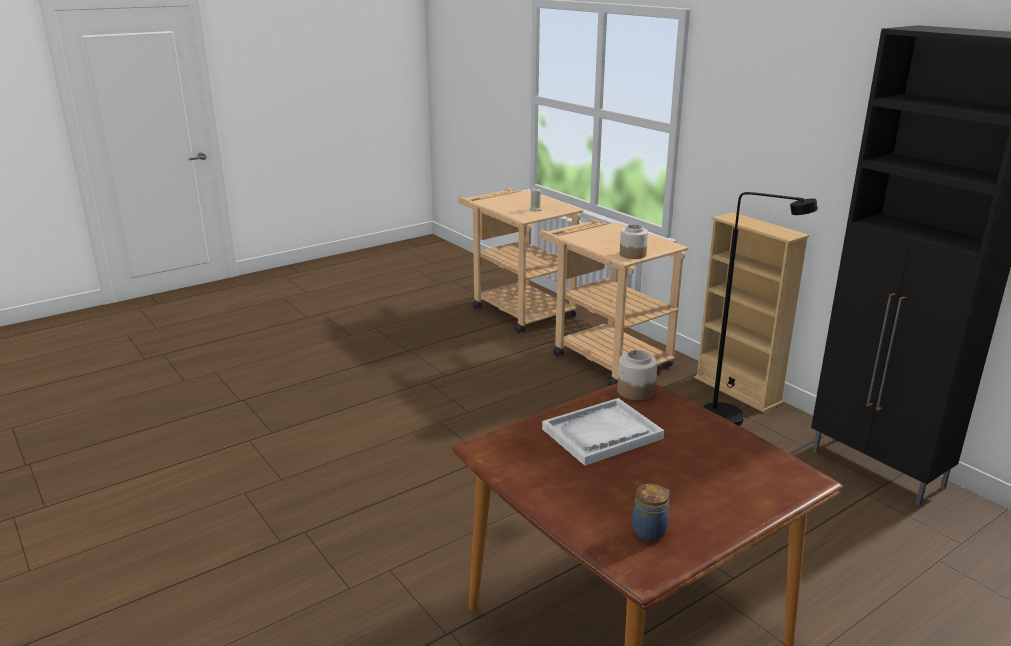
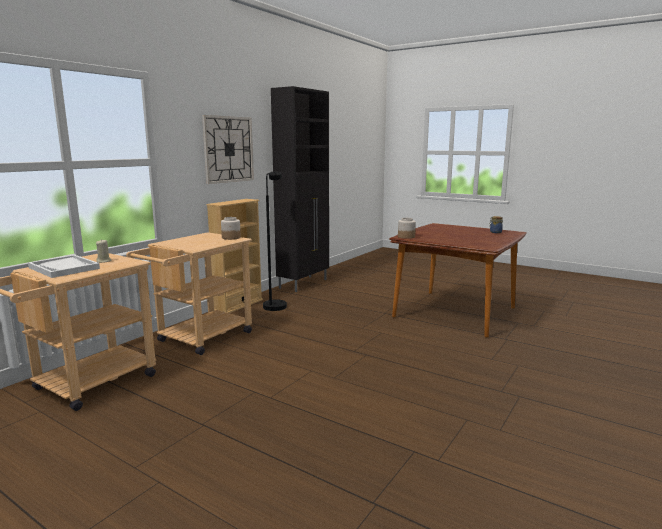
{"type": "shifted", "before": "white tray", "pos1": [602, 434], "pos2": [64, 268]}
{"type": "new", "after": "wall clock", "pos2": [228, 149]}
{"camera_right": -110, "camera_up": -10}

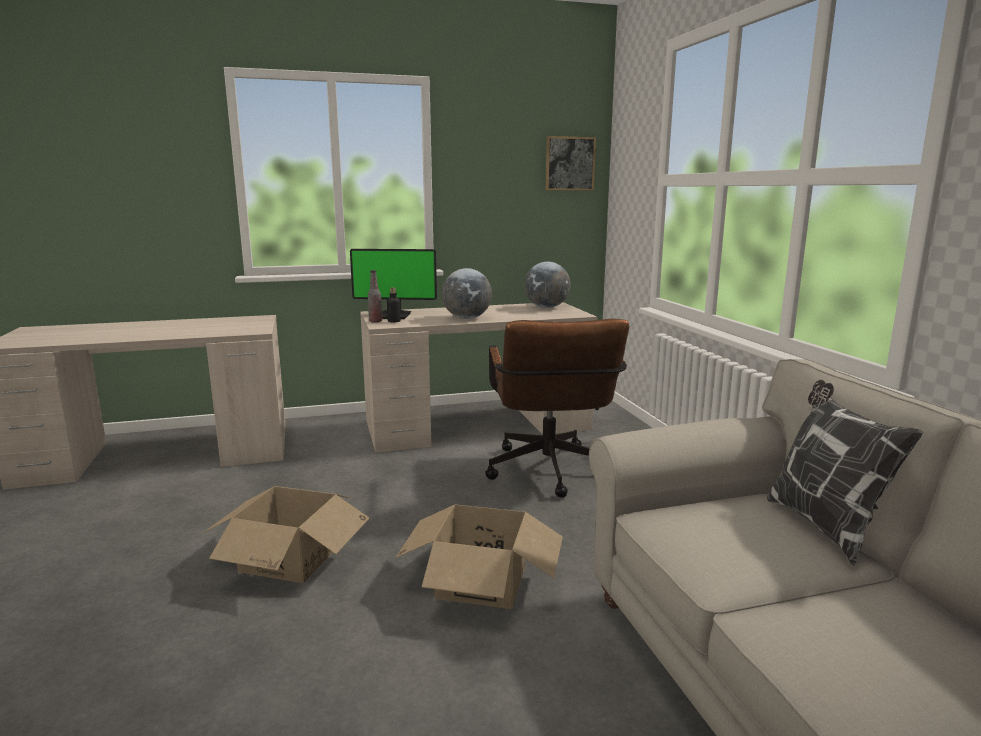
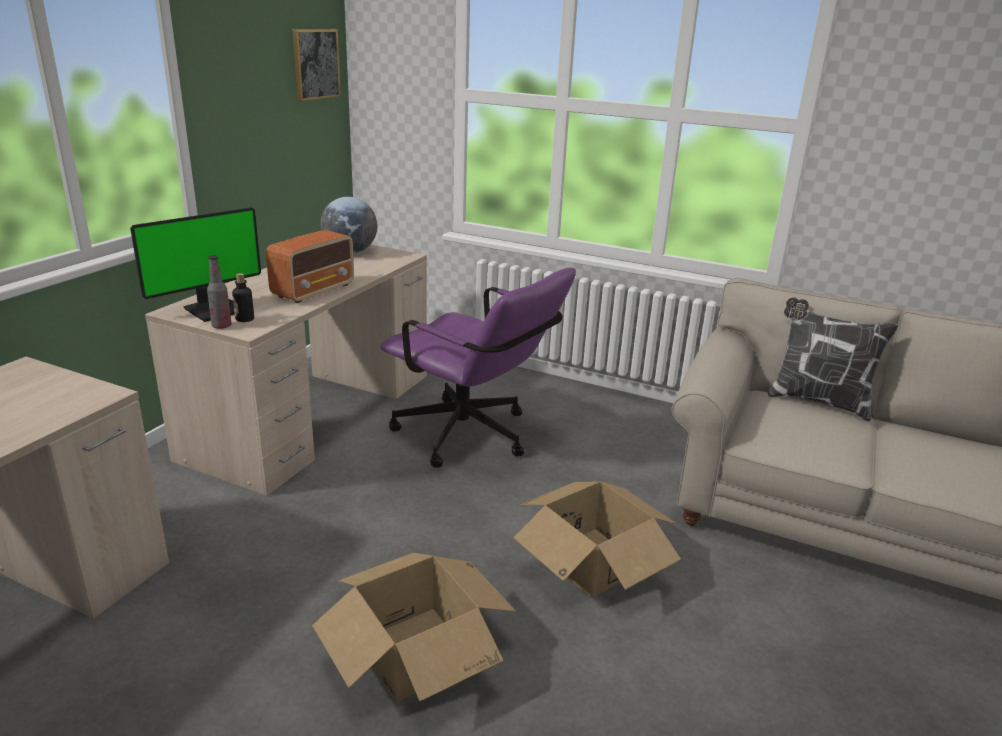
{"type": "swapped", "before": "globe", "after": "radio", "pos1": [467, 318], "pos2": [314, 290]}
{"type": "repainted", "before": "brown office chair", "after": "purple office chair", "pos1": [550, 474], "pos2": [472, 438]}
{"camera_right": -50, "camera_up": 10}

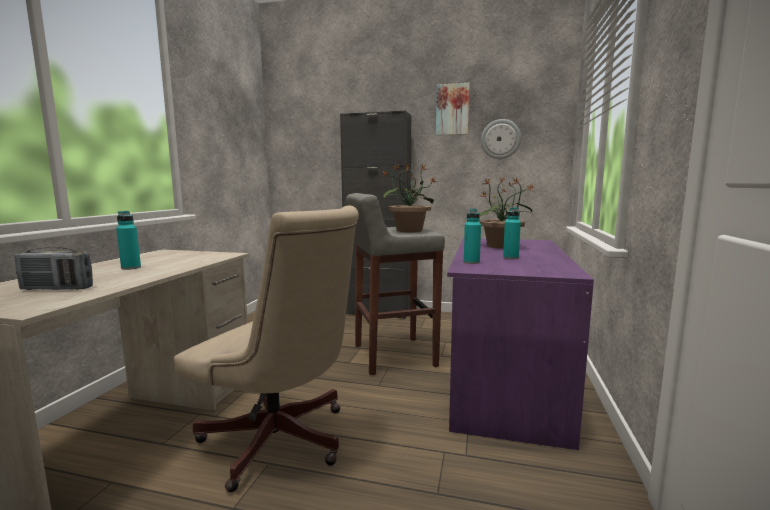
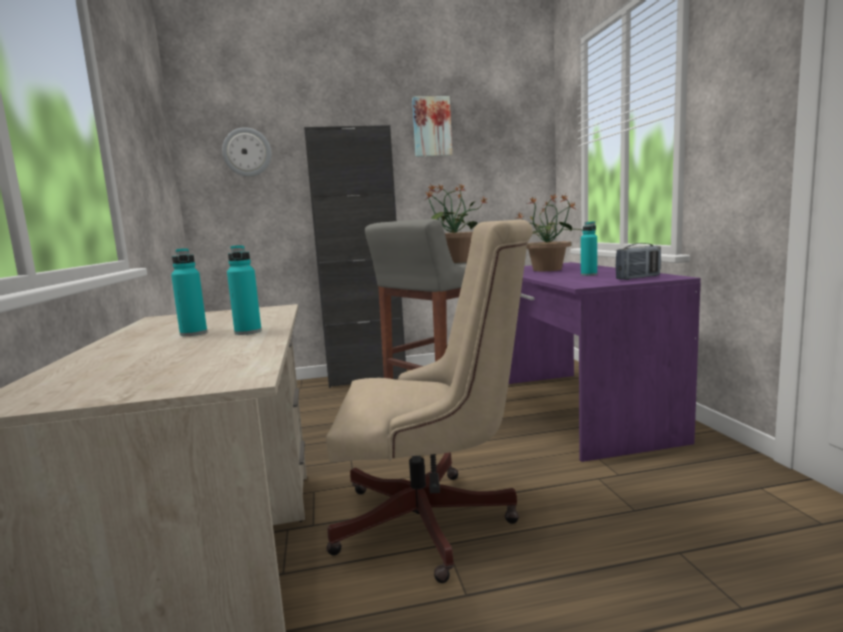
{"type": "shifted", "before": "wall clock", "pos1": [500, 139], "pos2": [247, 152]}
{"type": "shifted", "before": "turquoise bottle", "pos1": [471, 262], "pos2": [248, 332]}
{"type": "shifted", "before": "radio", "pos1": [57, 289], "pos2": [638, 278]}
{"camera_right": -25, "camera_up": 0}

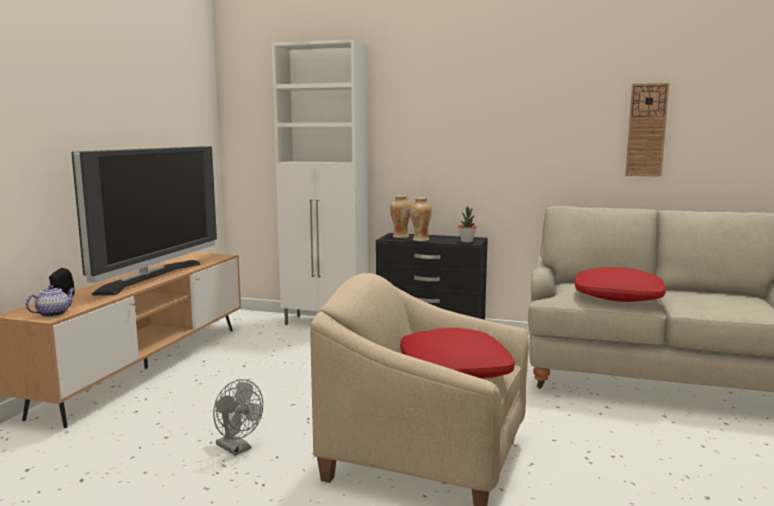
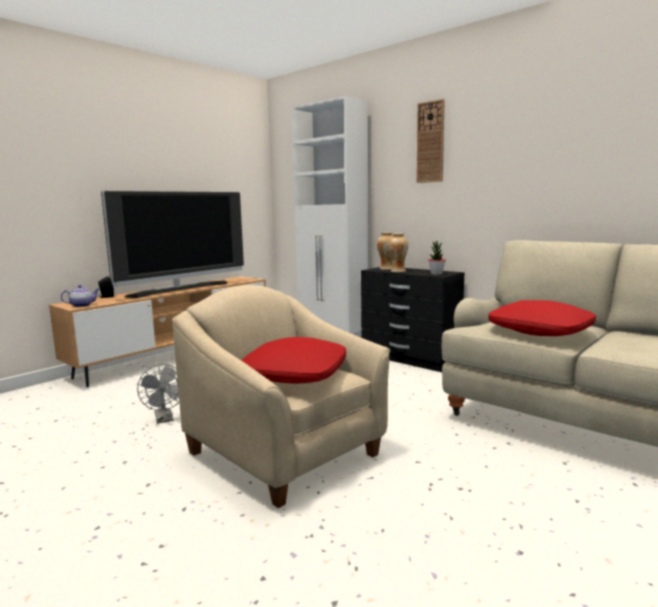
{"type": "shifted", "before": "wall clock", "pos1": [646, 130], "pos2": [430, 142]}
{"camera_right": 25, "camera_up": 0}

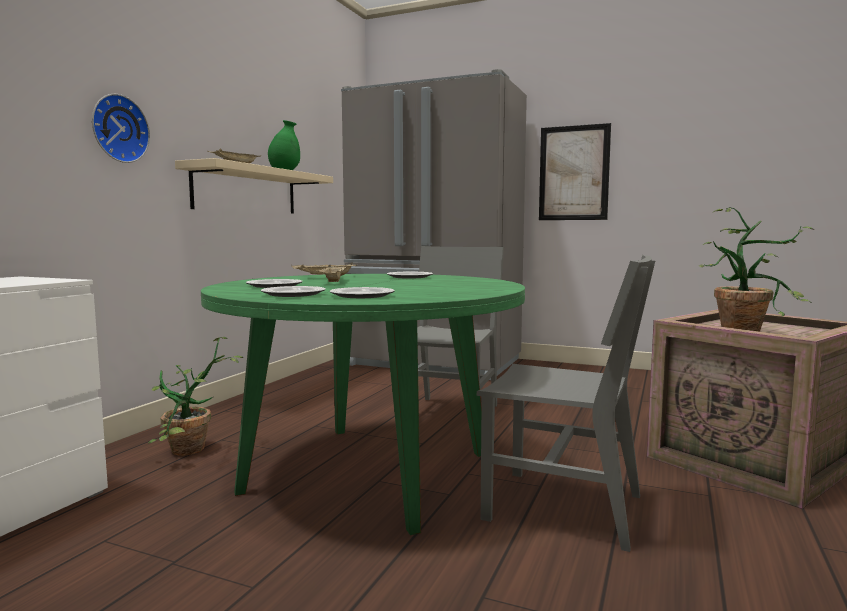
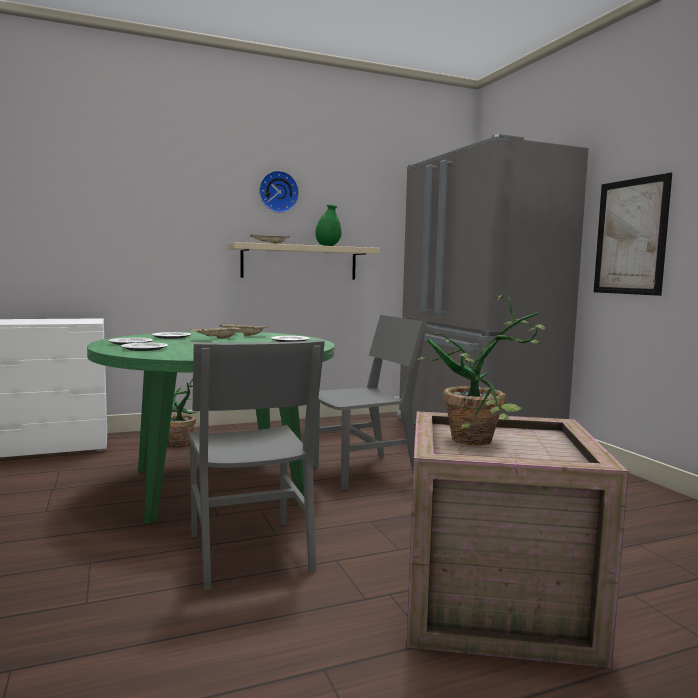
{"type": "shifted", "before": "wall clock", "pos1": [118, 129], "pos2": [278, 192]}
{"camera_right": 45, "camera_up": 0}

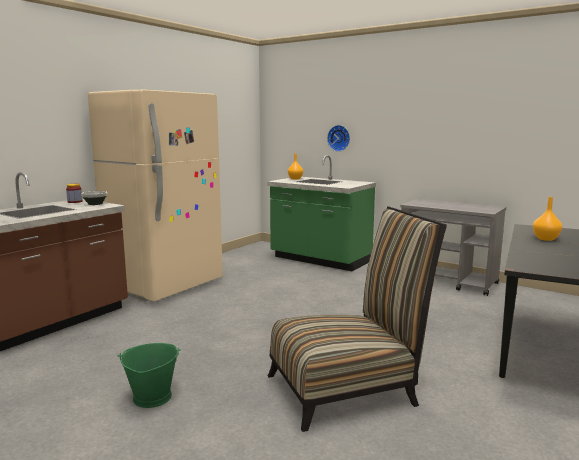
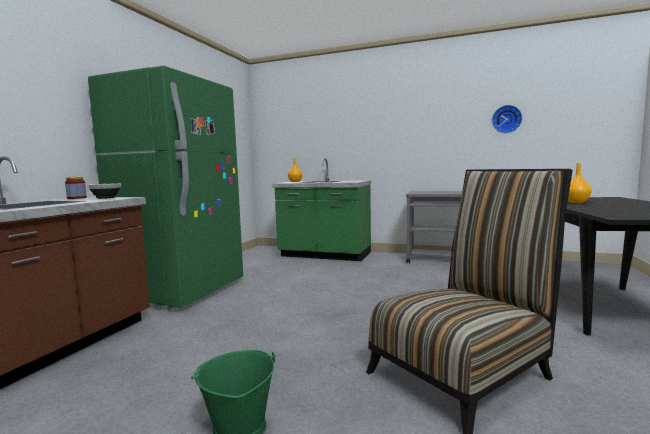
{"type": "repainted", "before": "beige fridge", "after": "green fridge", "pos1": [165, 285], "pos2": [183, 292]}
{"type": "shifted", "before": "wall clock", "pos1": [339, 138], "pos2": [506, 119]}
{"camera_right": -15, "camera_up": -5}

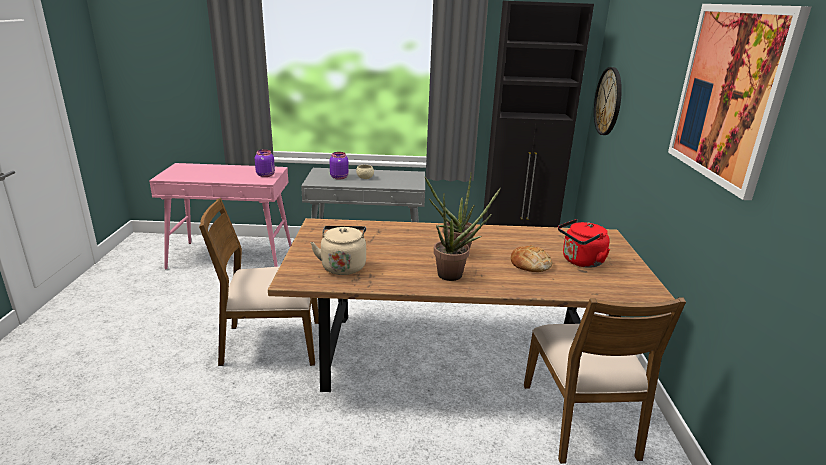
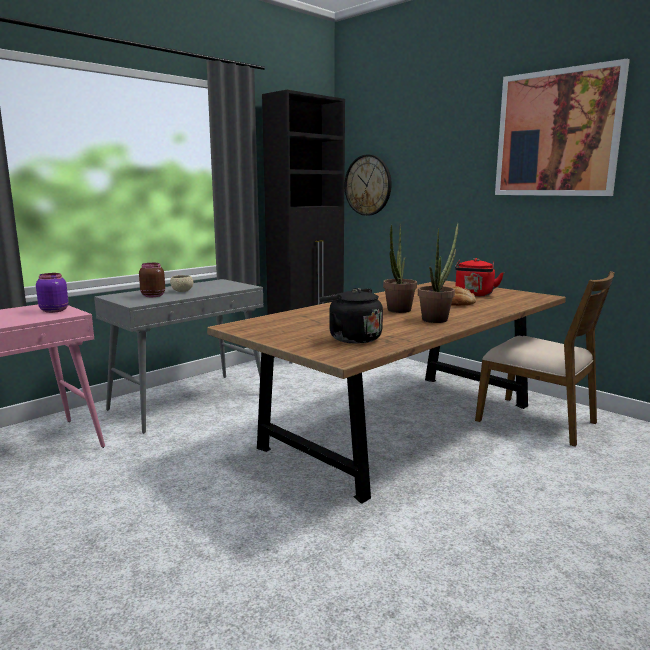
{"type": "repainted", "before": "purple jar", "after": "brown jar", "pos1": [339, 177], "pos2": [153, 295]}
{"type": "repainted", "before": "beige kettle", "after": "black kettle", "pos1": [343, 266], "pos2": [351, 338]}
{"type": "gone", "before": "brown chair", "pos1": [271, 343]}
{"camera_right": -45, "camera_up": -10}

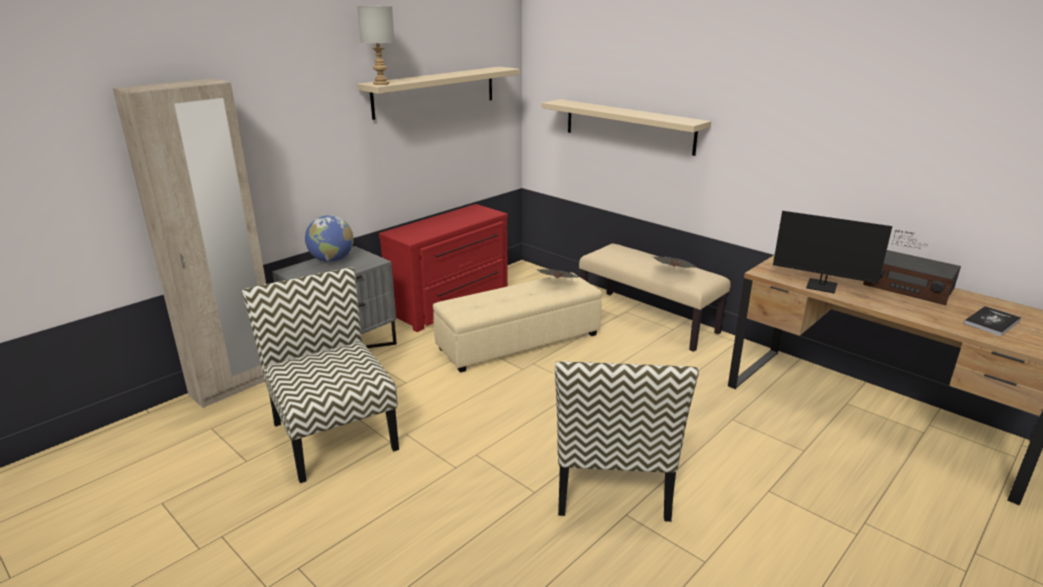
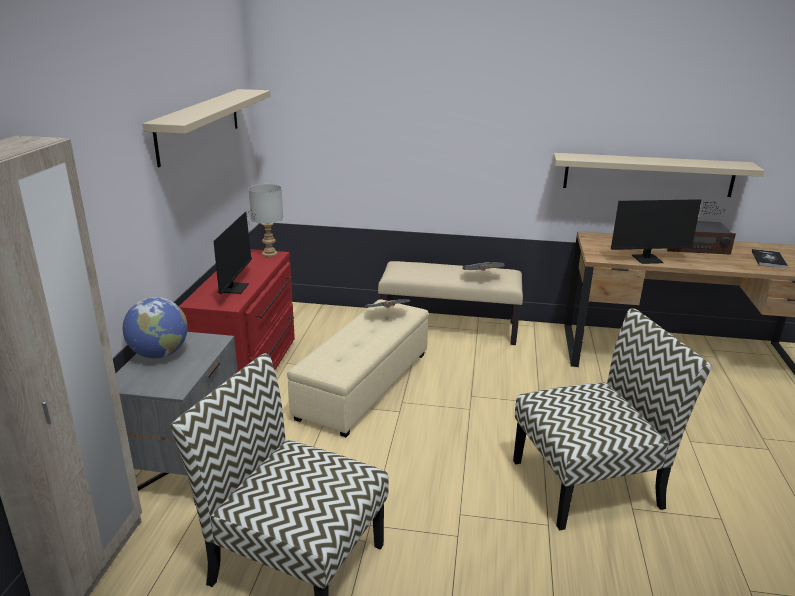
{"type": "new", "after": "monitor", "pos2": [236, 286]}
{"type": "shifted", "before": "grey table lamp", "pos1": [381, 84], "pos2": [270, 254]}
{"type": "rotated", "before": "chair", "pos1": [612, 479], "pos2": [588, 482], "turn": -75}
{"type": "shifted", "before": "beige shelf", "pos1": [628, 126], "pos2": [648, 174]}
{"camera_right": -35, "camera_up": 0}

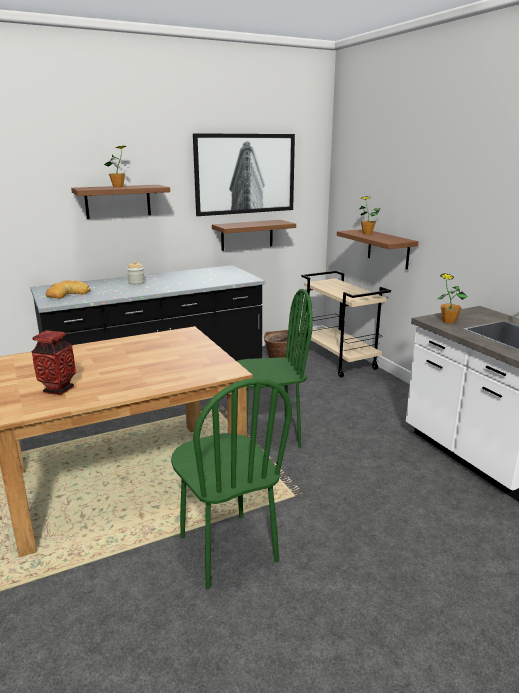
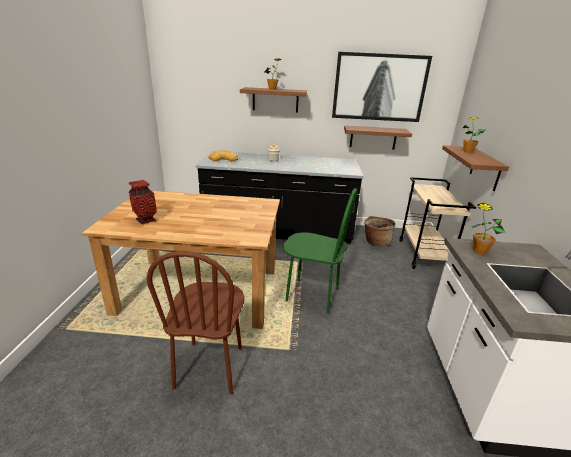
{"type": "repainted", "before": "green chair", "after": "brown chair", "pos1": [227, 549], "pos2": [210, 367]}
{"camera_right": 30, "camera_up": 5}

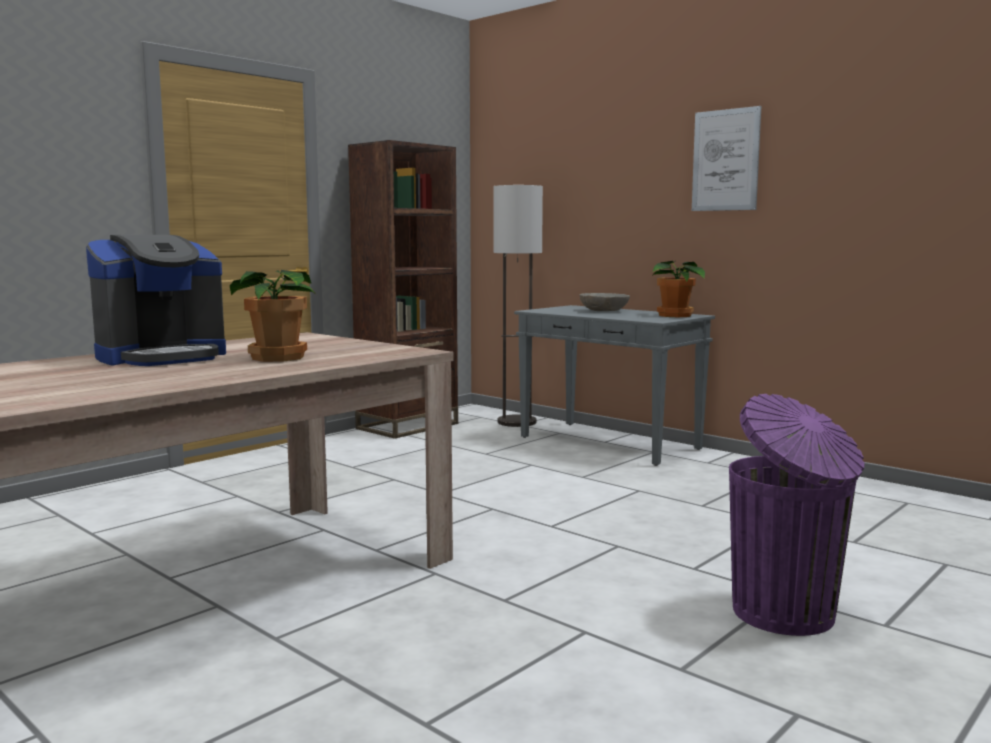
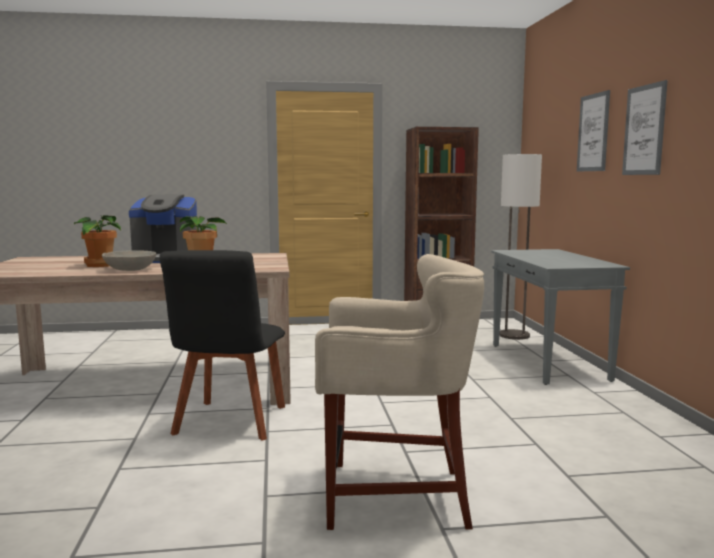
{"type": "shifted", "before": "potted plant", "pos1": [675, 316], "pos2": [99, 265]}
{"type": "shifted", "before": "grey bowl", "pos1": [604, 311], "pos2": [130, 269]}
{"type": "new", "after": "black chair", "pos2": [229, 423]}
{"type": "swapped", "before": "purple trash can", "after": "beige stool", "pos1": [786, 614], "pos2": [394, 496]}
{"type": "new", "after": "picture", "pos2": [593, 132]}
{"camera_right": 40, "camera_up": 0}

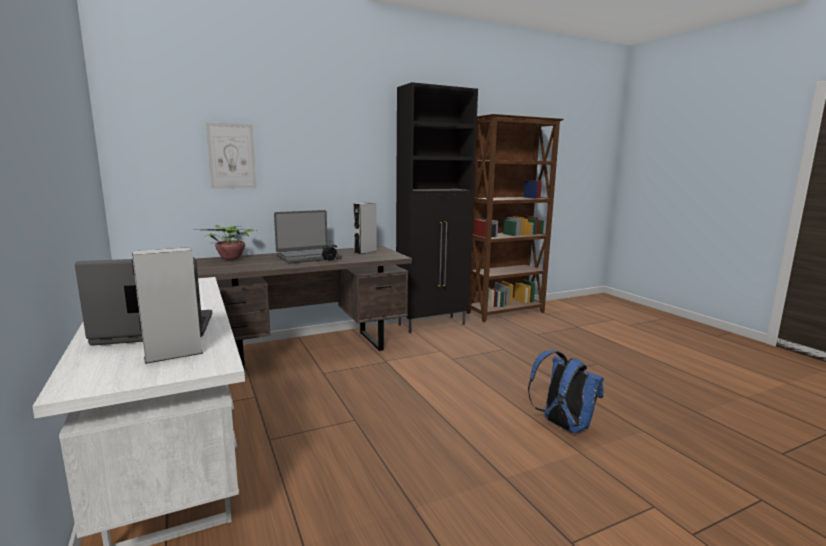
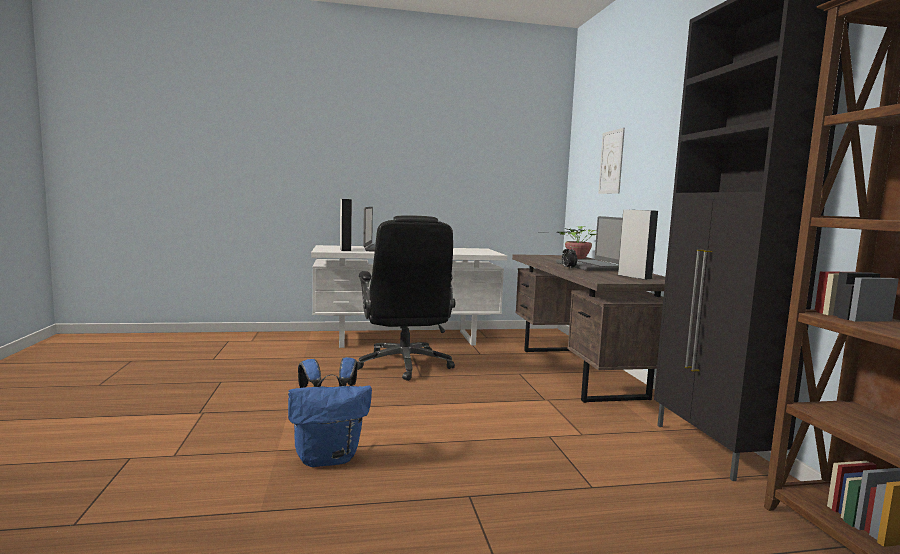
{"type": "new", "after": "black office chair", "pos2": [404, 365]}
{"camera_right": 105, "camera_up": -5}

